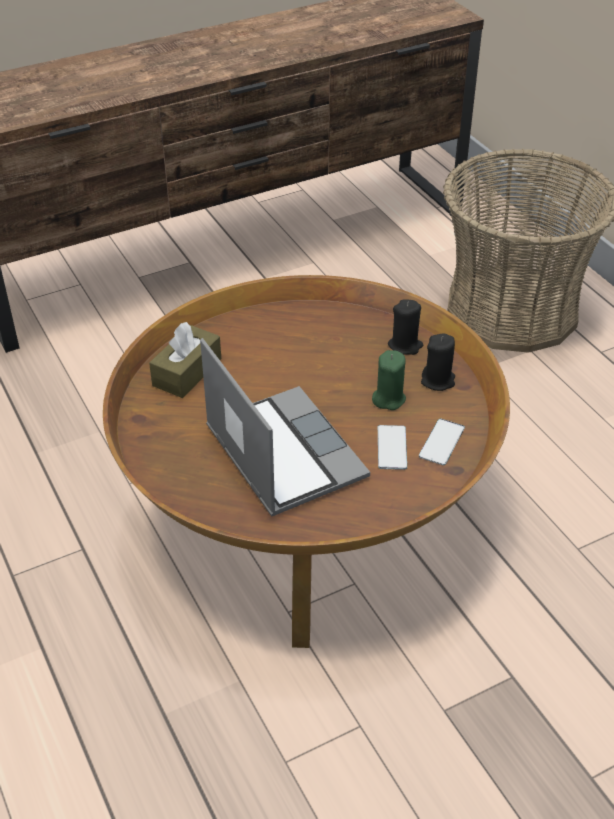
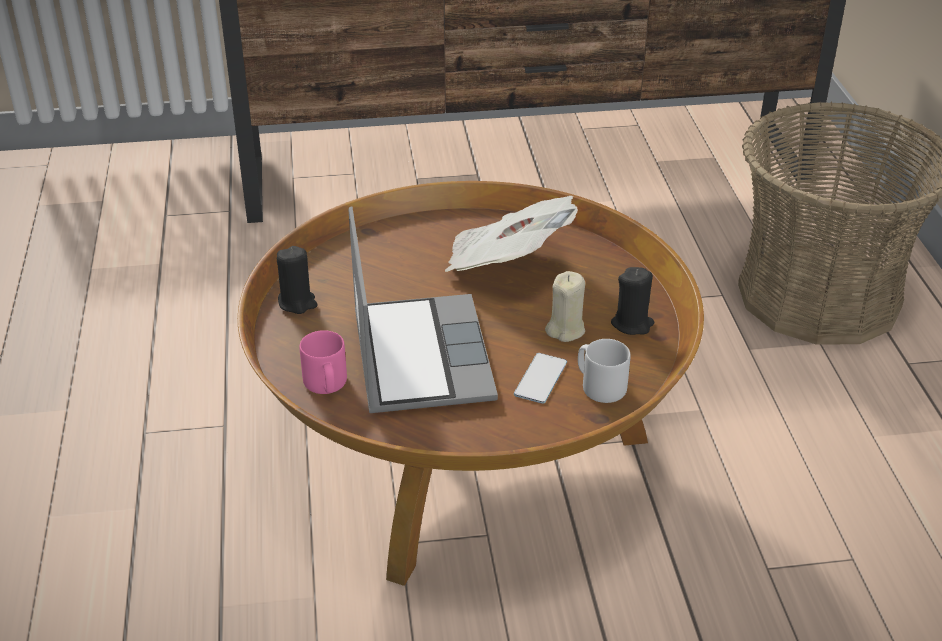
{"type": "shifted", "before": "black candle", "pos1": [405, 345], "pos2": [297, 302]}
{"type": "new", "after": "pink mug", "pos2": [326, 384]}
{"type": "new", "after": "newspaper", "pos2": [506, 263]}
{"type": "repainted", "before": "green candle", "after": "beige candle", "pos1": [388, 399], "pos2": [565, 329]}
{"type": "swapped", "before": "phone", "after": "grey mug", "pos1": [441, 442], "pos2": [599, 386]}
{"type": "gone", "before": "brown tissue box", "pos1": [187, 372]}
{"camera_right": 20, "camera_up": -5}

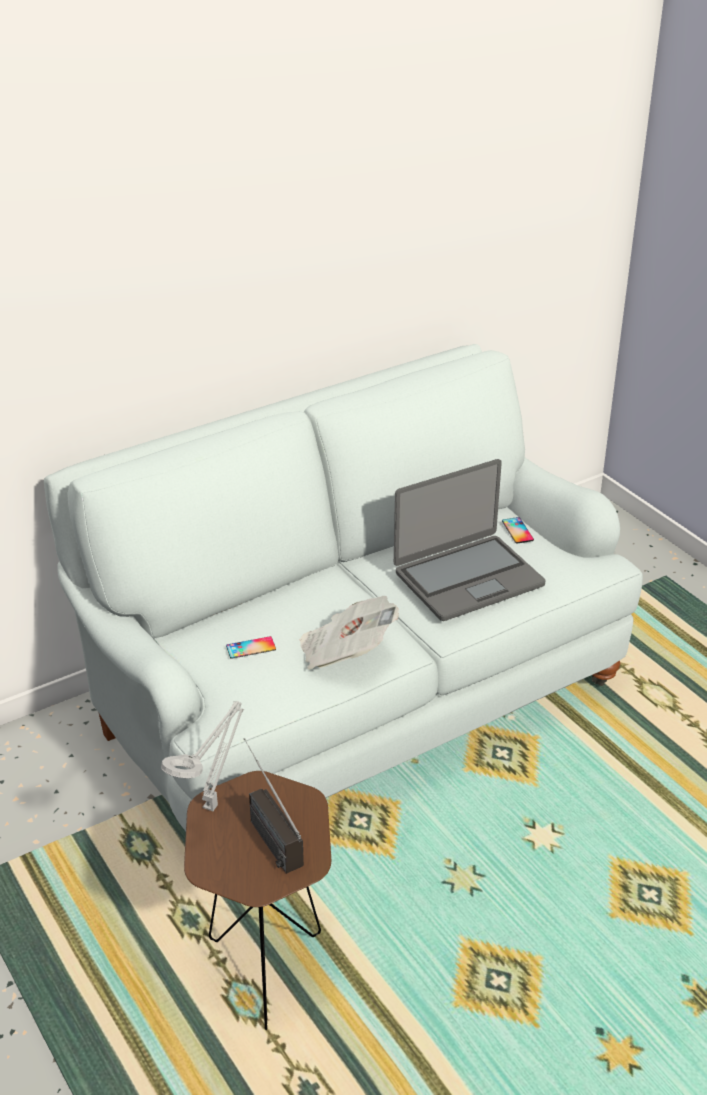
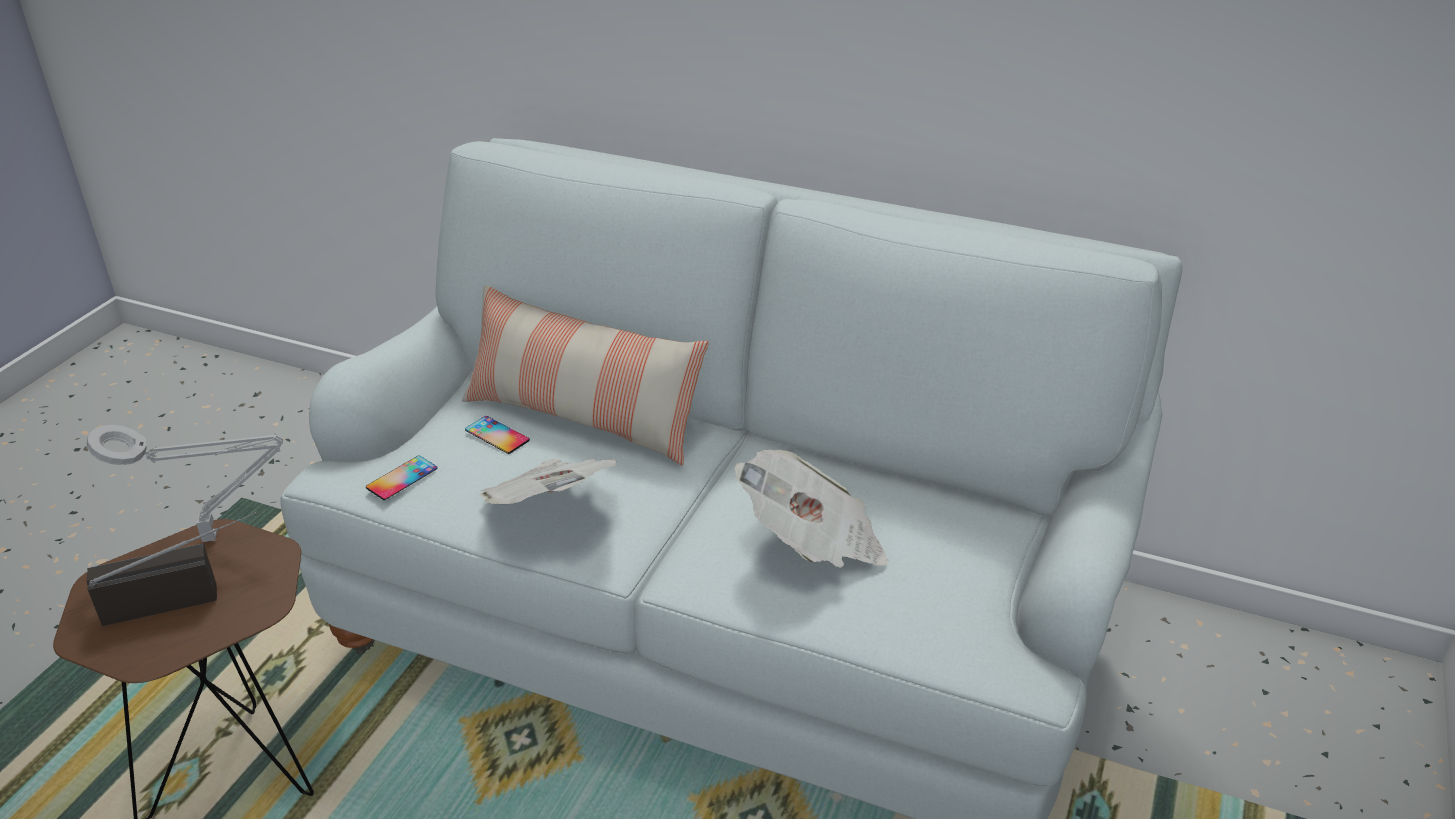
{"type": "rotated", "before": "radio", "pos1": [264, 830], "pos2": [191, 596], "turn": 45}
{"type": "shifted", "before": "phone", "pos1": [517, 530], "pos2": [402, 478]}
{"type": "new", "after": "pillow", "pos2": [582, 417]}
{"type": "swapped", "before": "laptop", "after": "newspaper", "pos1": [467, 578], "pos2": [812, 542]}
{"camera_right": 55, "camera_up": 0}

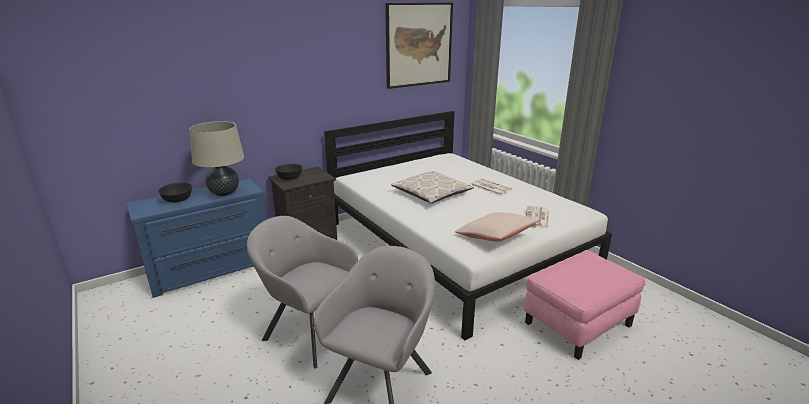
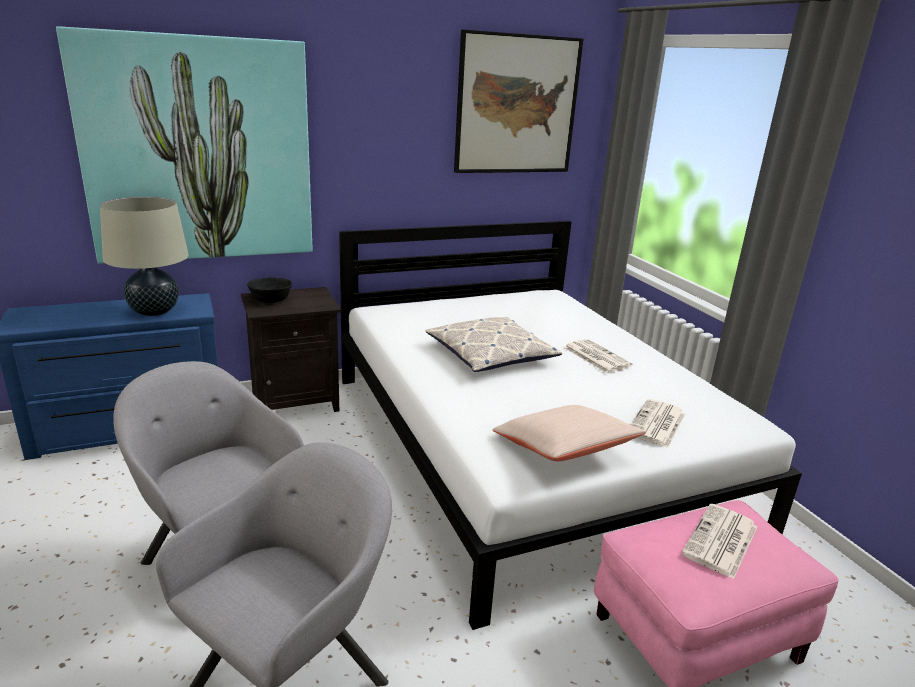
{"type": "new", "after": "picture", "pos2": [199, 151]}
{"type": "new", "after": "newspaper", "pos2": [720, 541]}
{"type": "gone", "before": "black bowl", "pos1": [178, 199]}
{"camera_right": 10, "camera_up": 0}

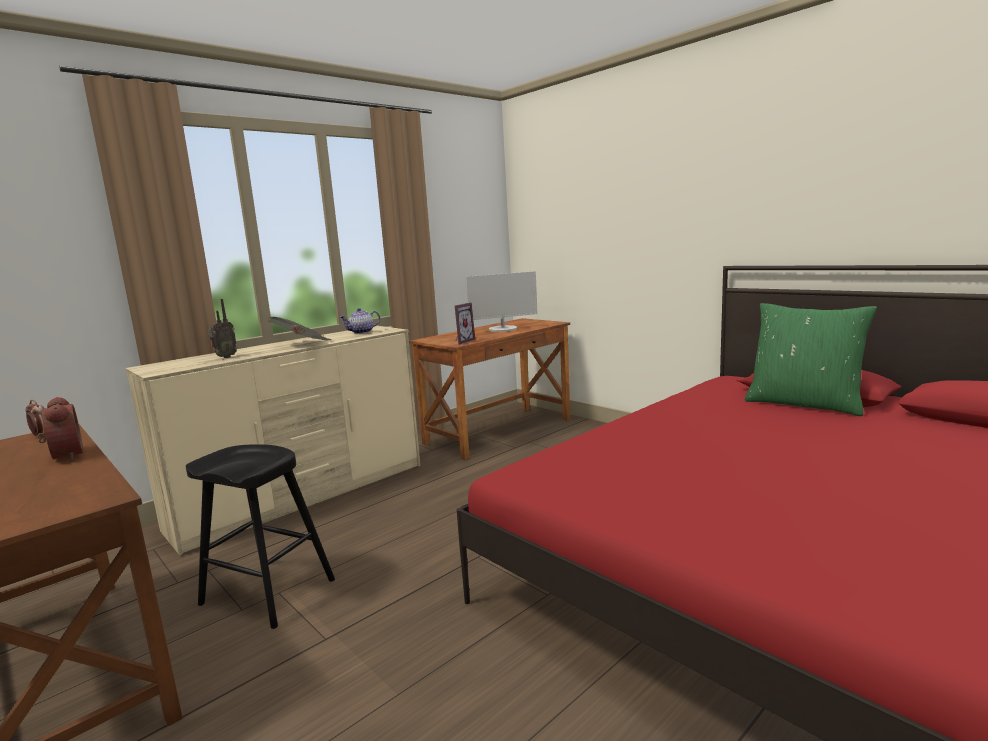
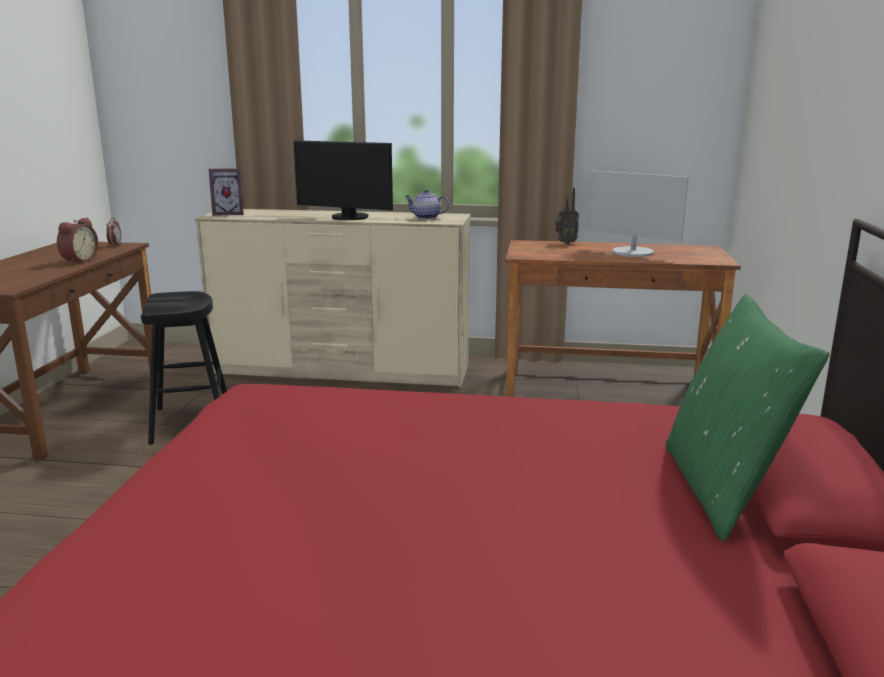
{"type": "shifted", "before": "picture frame", "pos1": [461, 341], "pos2": [229, 214]}
{"type": "swapped", "before": "newspaper", "after": "monitor", "pos1": [302, 344], "pos2": [348, 218]}
{"type": "shifted", "before": "radio", "pos1": [224, 357], "pos2": [565, 243]}
{"camera_right": 50, "camera_up": 5}

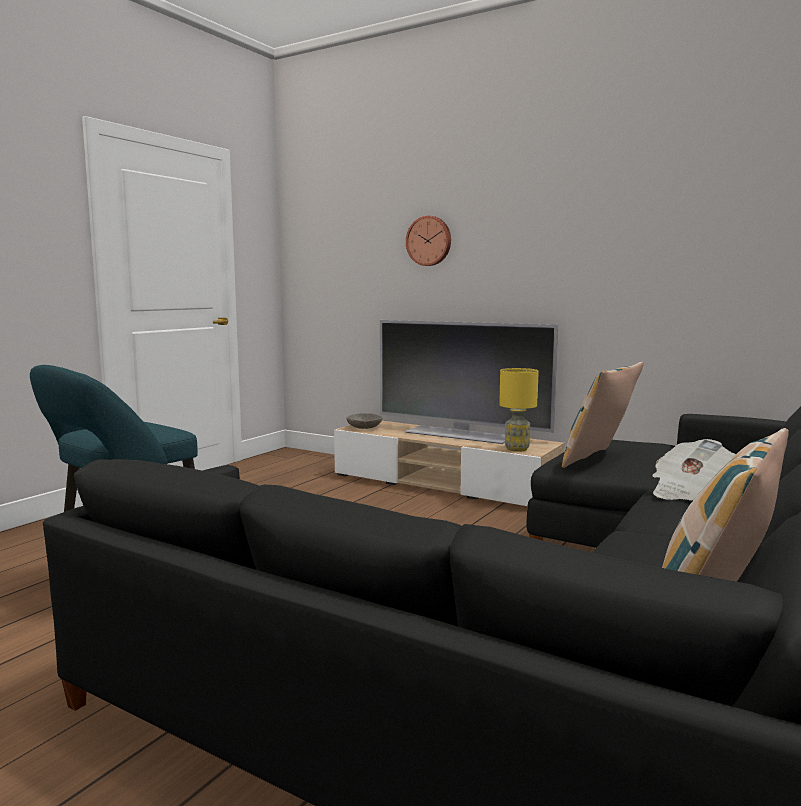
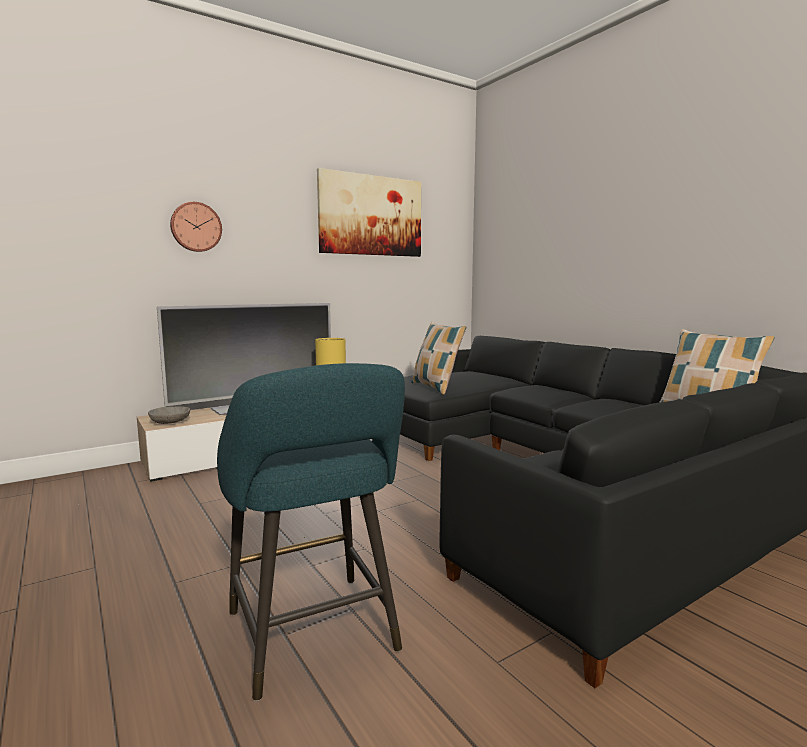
{"type": "new", "after": "picture", "pos2": [371, 215]}
{"type": "gone", "before": "newspaper", "pos1": [689, 492]}
{"camera_right": -65, "camera_up": 0}

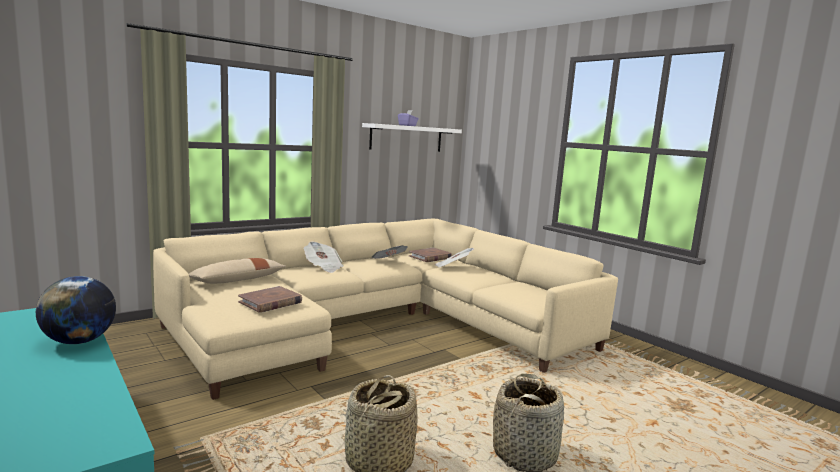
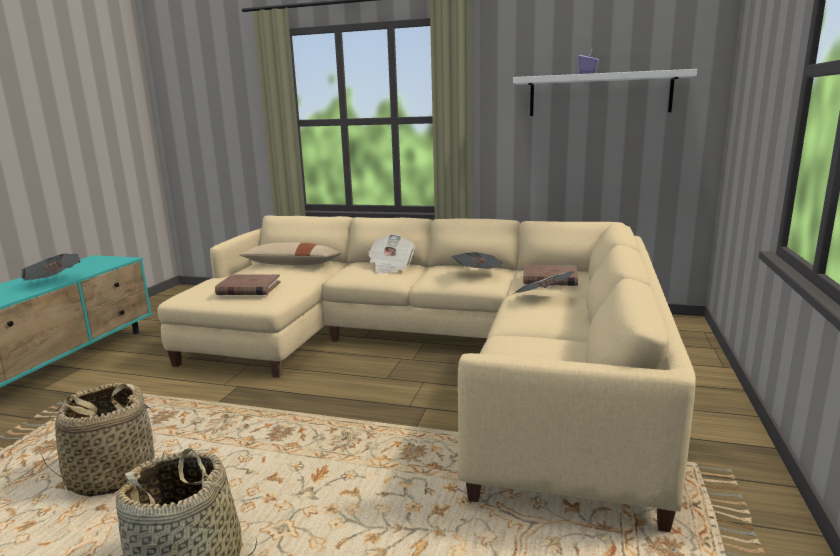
{"type": "swapped", "before": "globe", "after": "newspaper", "pos1": [79, 341], "pos2": [54, 281]}
{"camera_right": 55, "camera_up": 5}

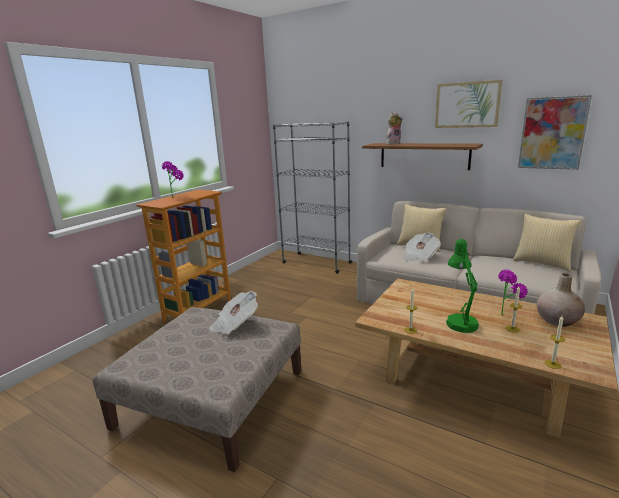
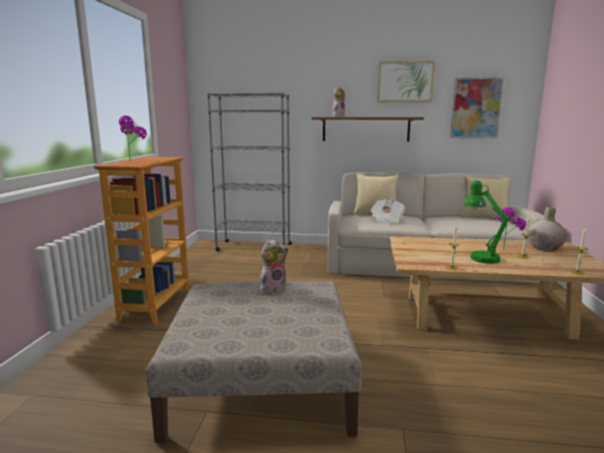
{"type": "swapped", "before": "newspaper", "after": "plush toy", "pos1": [235, 324], "pos2": [273, 290]}
{"camera_right": -25, "camera_up": -5}

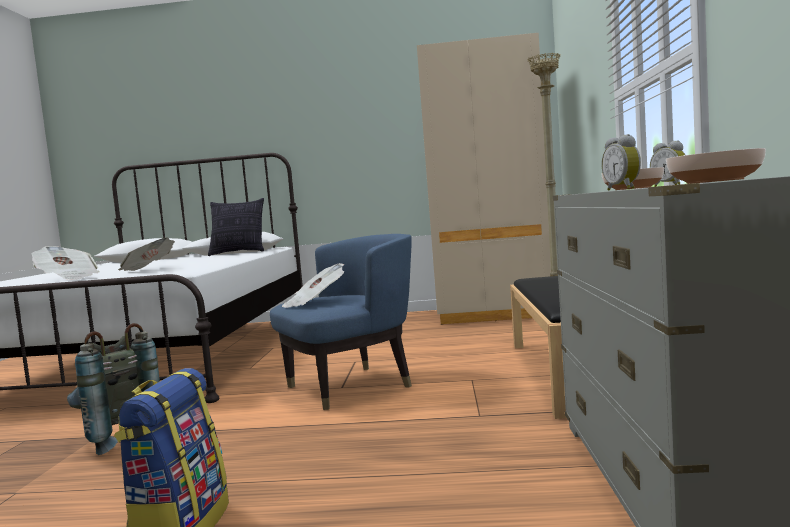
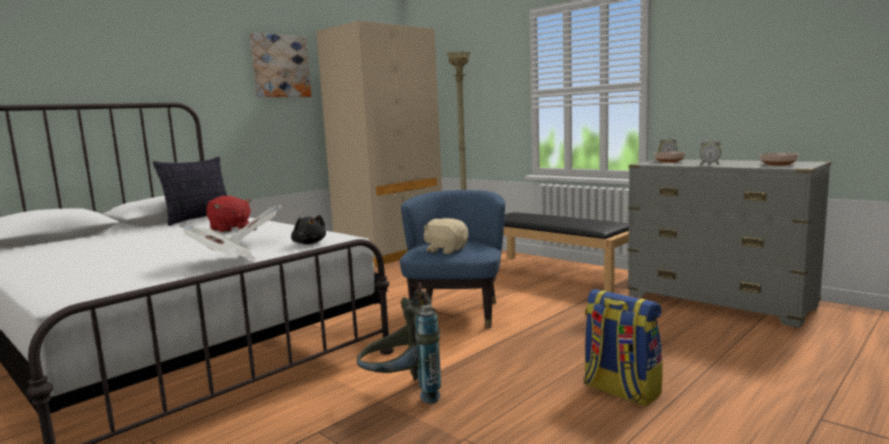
{"type": "new", "after": "red plush toy", "pos2": [230, 229]}
{"type": "new", "after": "picture", "pos2": [280, 66]}
{"type": "new", "after": "black plush toy", "pos2": [309, 243]}
{"type": "swapped", "before": "newspaper", "after": "beige plush toy", "pos1": [315, 303], "pos2": [446, 250]}
{"camera_right": -50, "camera_up": 5}

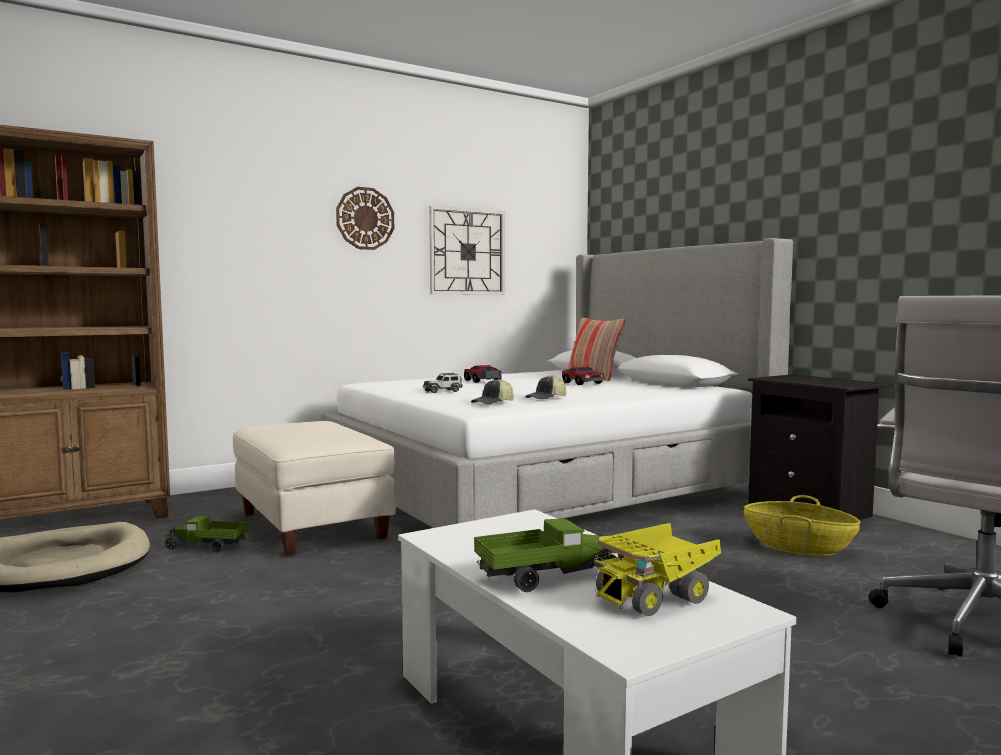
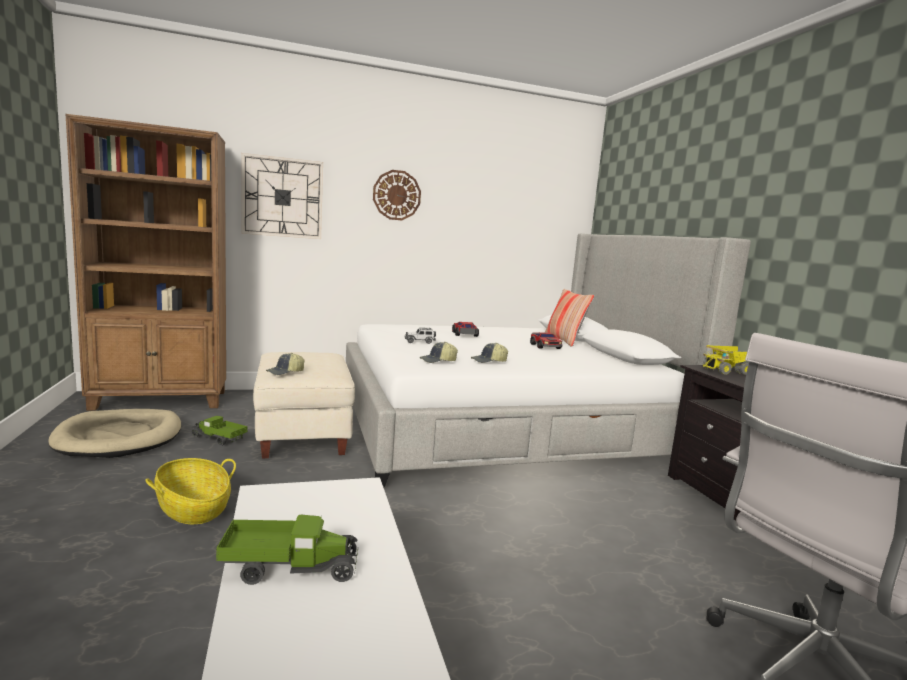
{"type": "shifted", "before": "basket", "pos1": [798, 547], "pos2": [193, 508]}
{"type": "shifted", "before": "wall clock", "pos1": [467, 252], "pos2": [282, 197]}
{"type": "new", "after": "cap", "pos2": [285, 372]}
{"type": "shifted", "before": "toy truck", "pos1": [656, 596], "pos2": [727, 371]}
{"camera_right": 15, "camera_up": 5}

